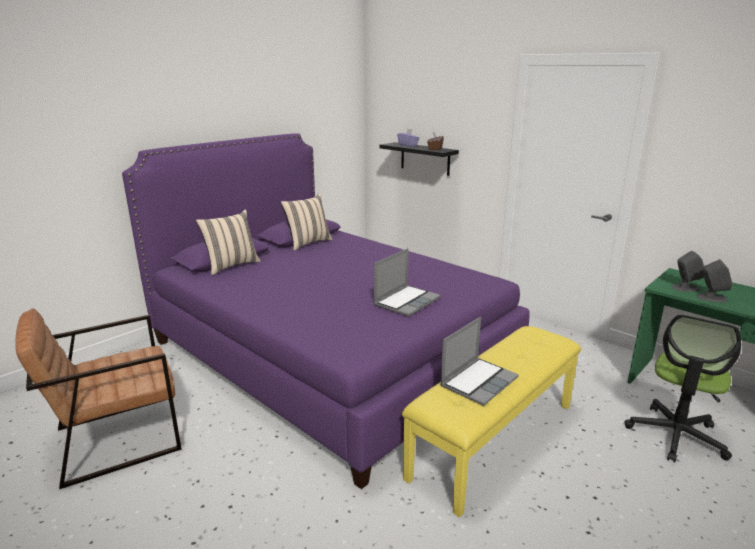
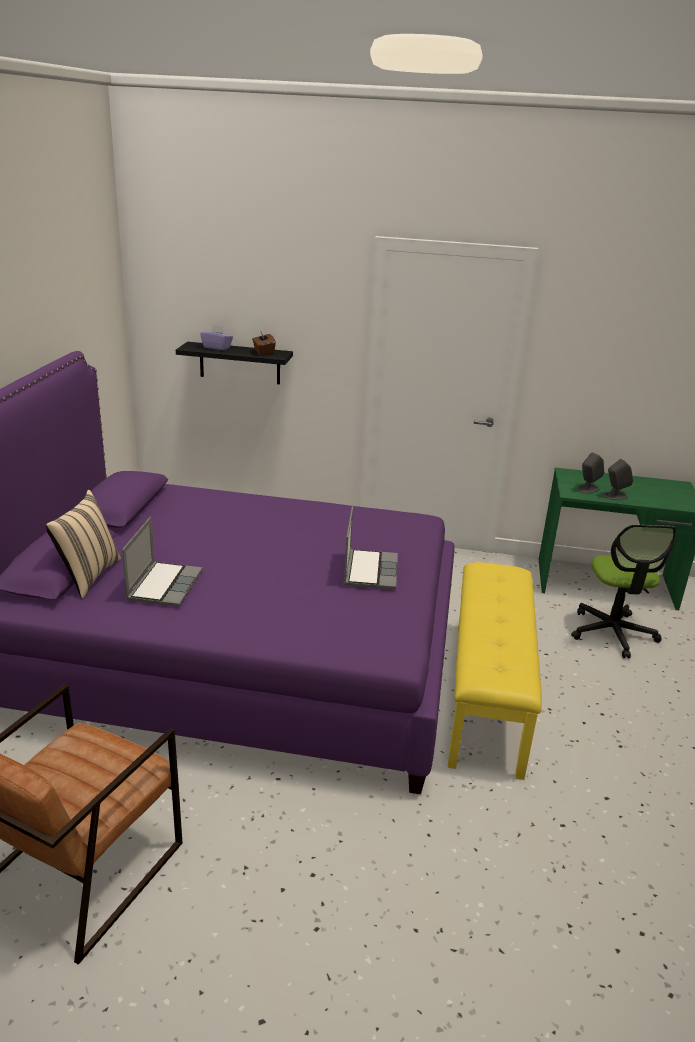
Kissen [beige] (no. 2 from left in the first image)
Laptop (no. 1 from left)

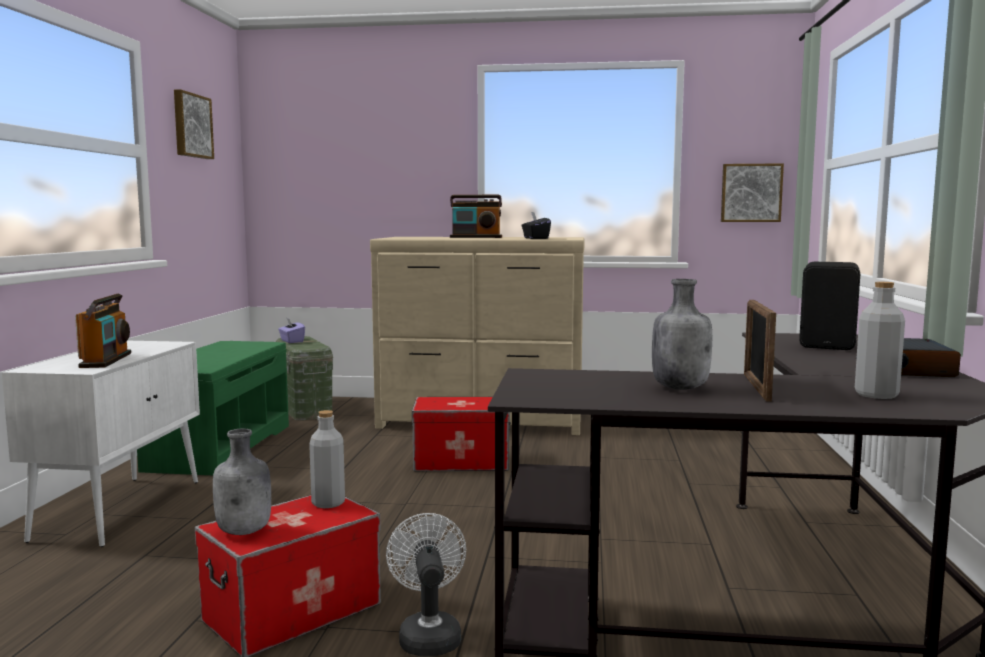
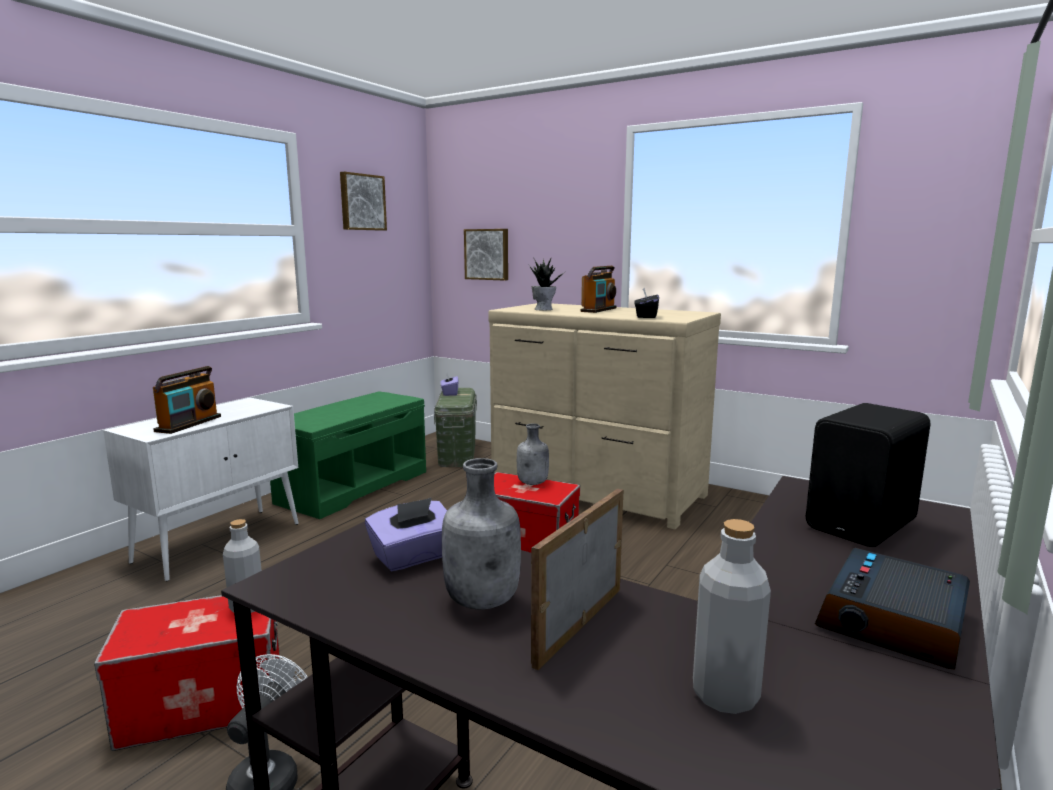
Bild (no. 2 from left)
Radio (no. 2 from left)
Flasche [grau] (no. 3 from left)
Topfpflanze
Taschentuchbox [lila] (no. 1 from left)

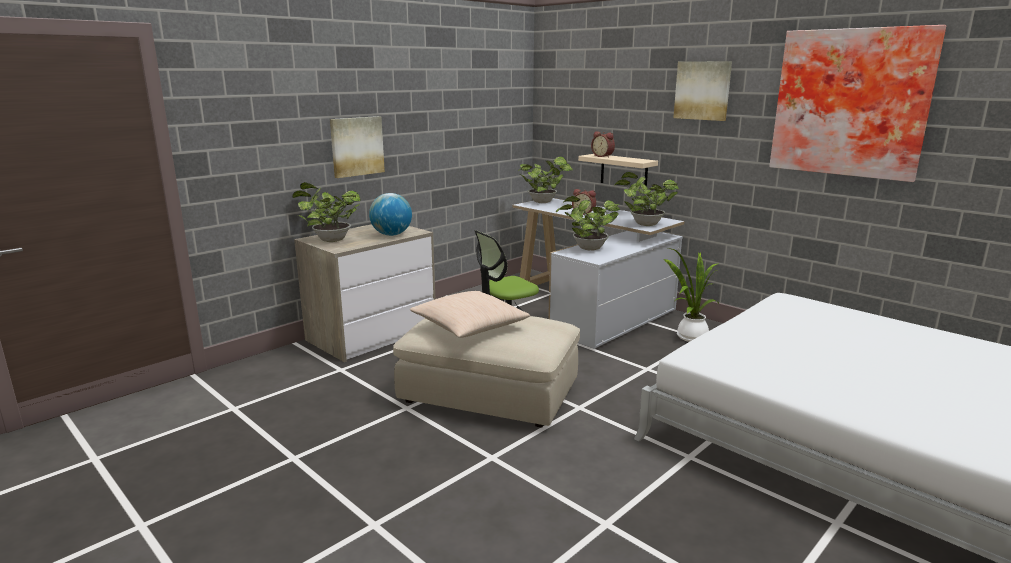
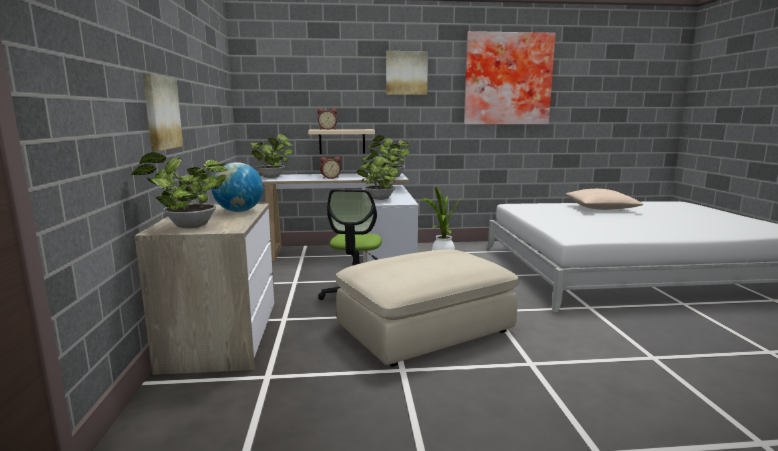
Kissen [beige]

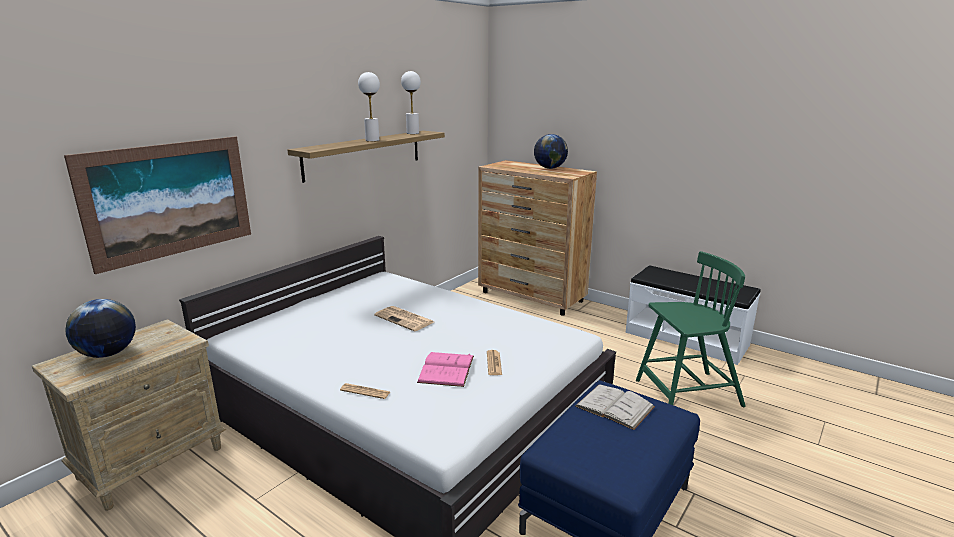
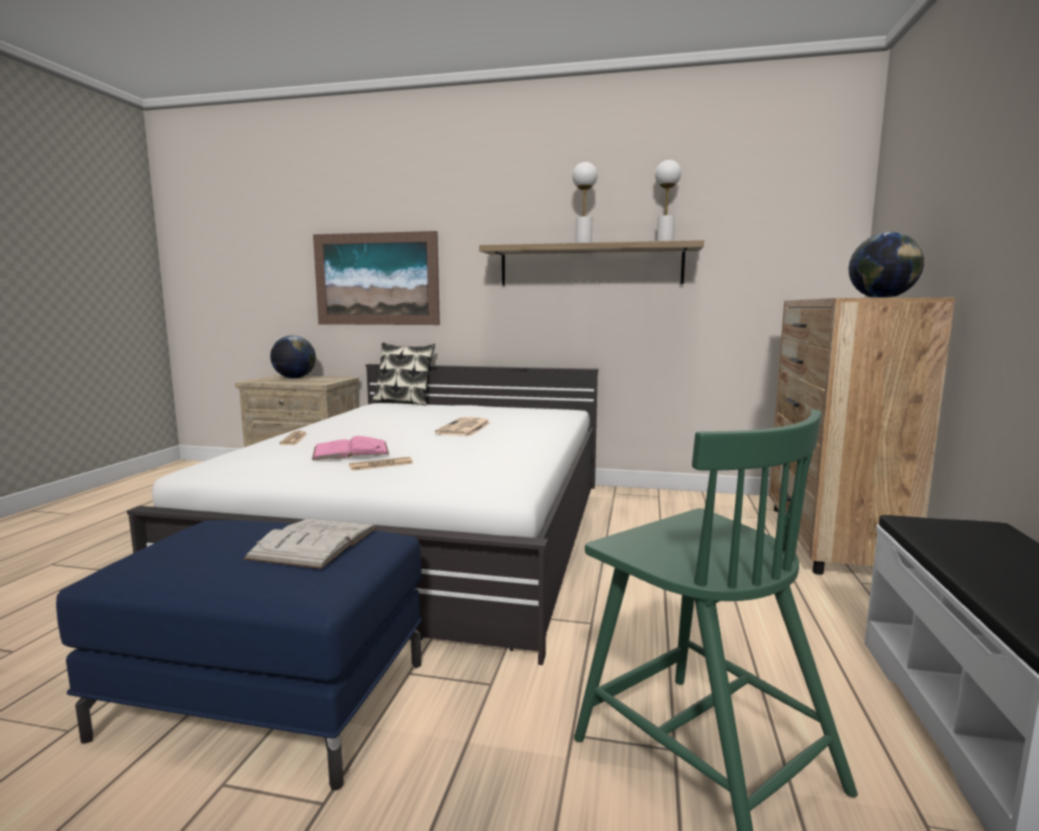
Kissen

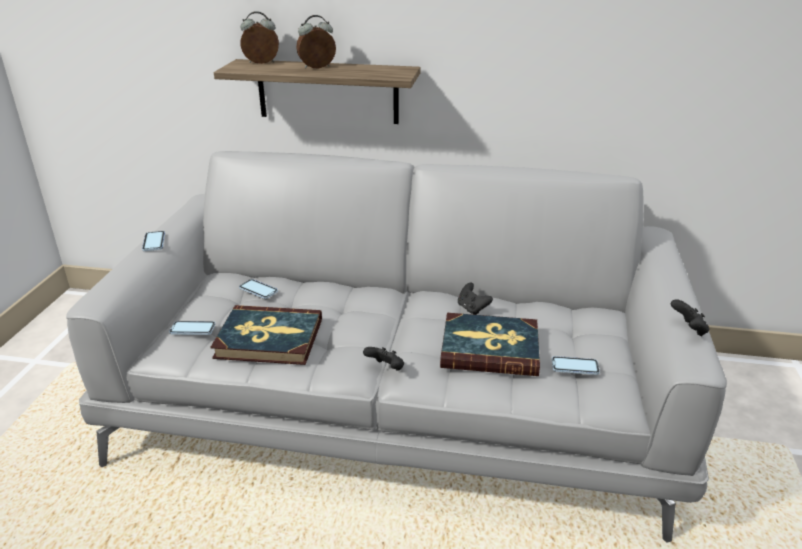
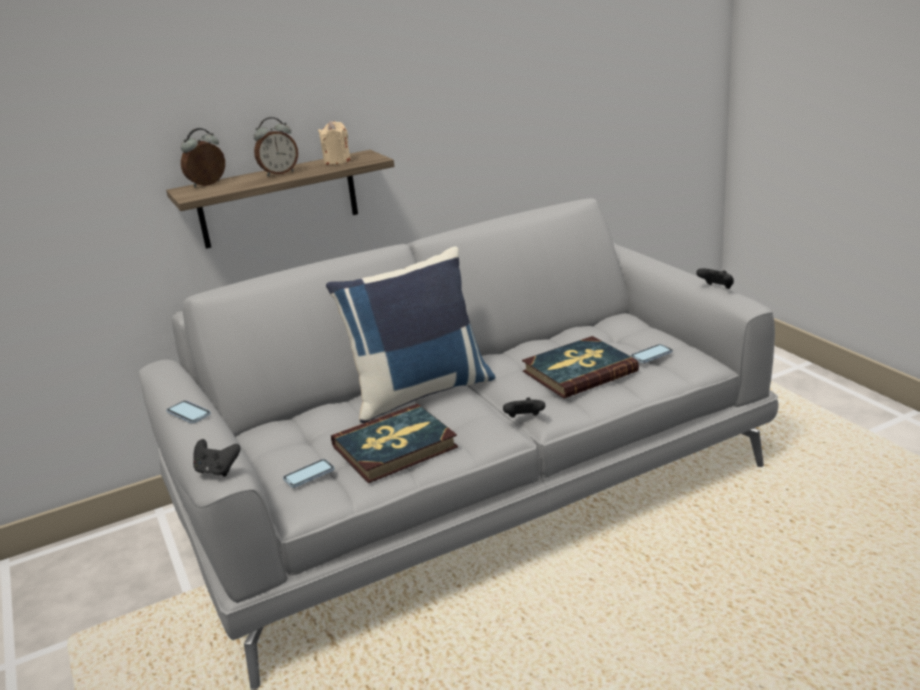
Wecker (no. 2 from left)
Handy (no. 3 from left in the first image)
Gamepad [schwarz] (no. 1 from left)
Kerze [beige]
Kissen [blau]

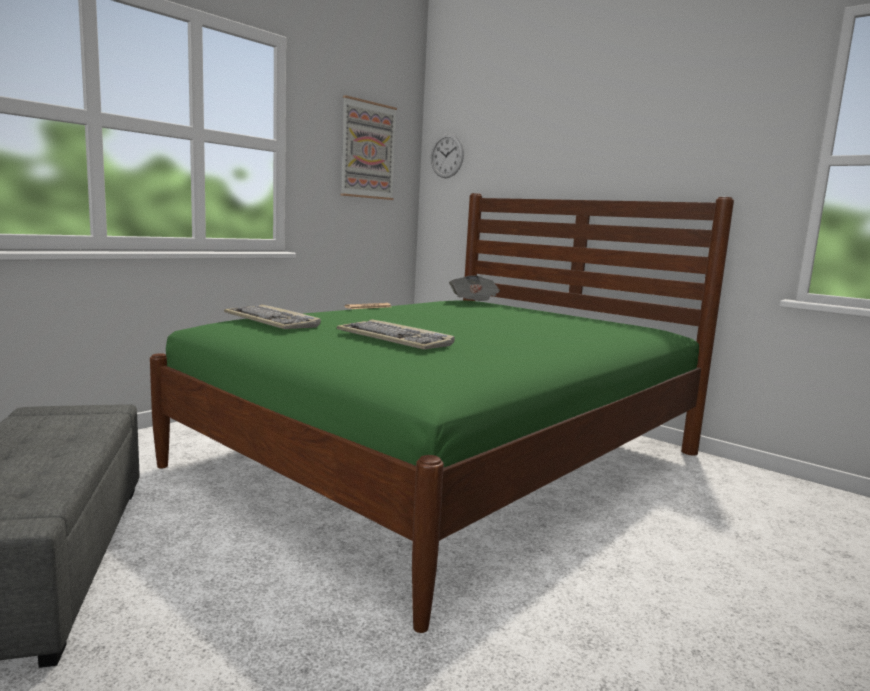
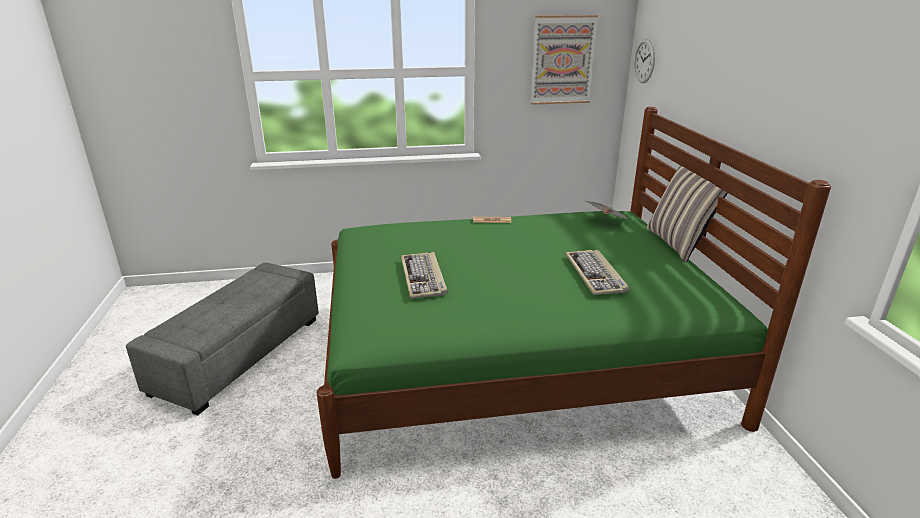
Tastatur (no. 2 from left)
Kissen

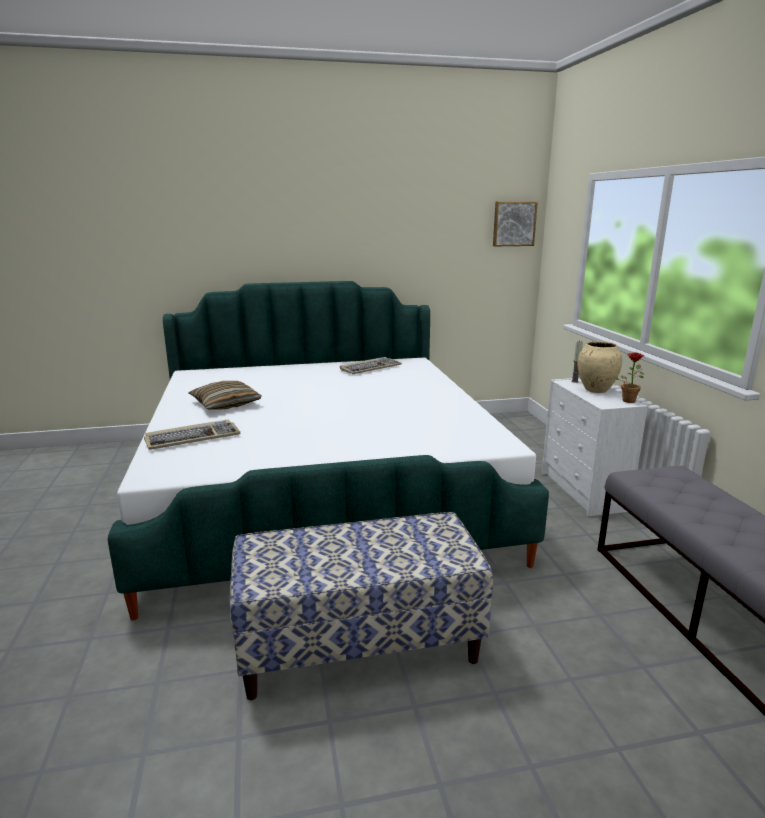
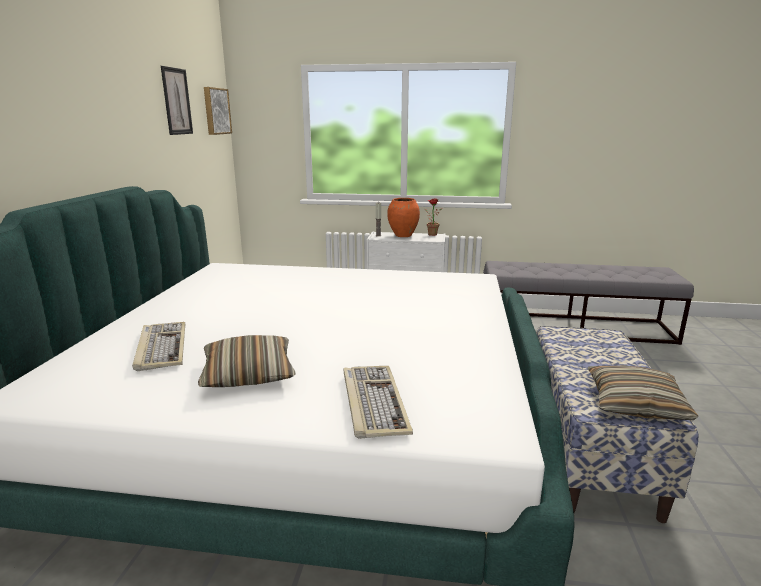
Vase [orange]
Tastatur (no. 1 from left)
Bild (no. 1 from left)
Kissen (no. 2 from left)

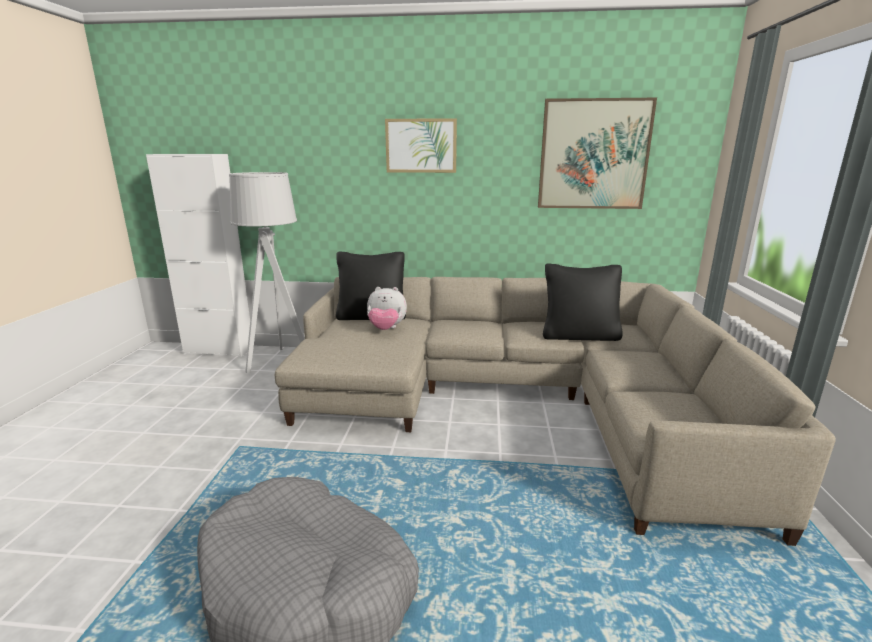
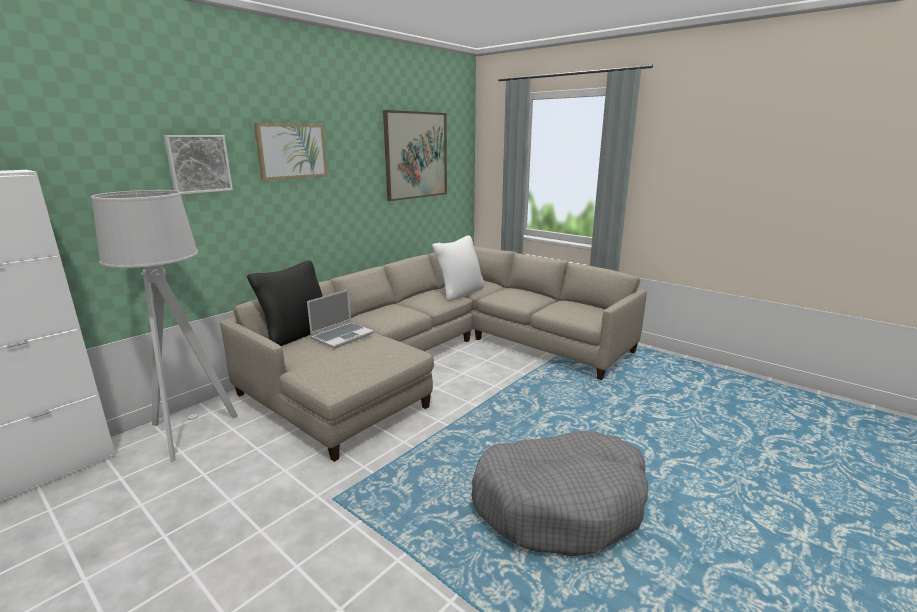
Kissen [weiß]
Laptop
Bild (no. 1 from left)

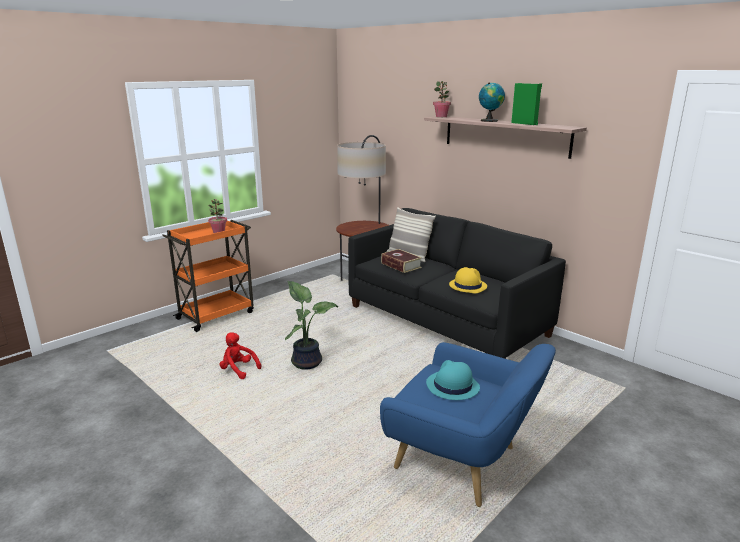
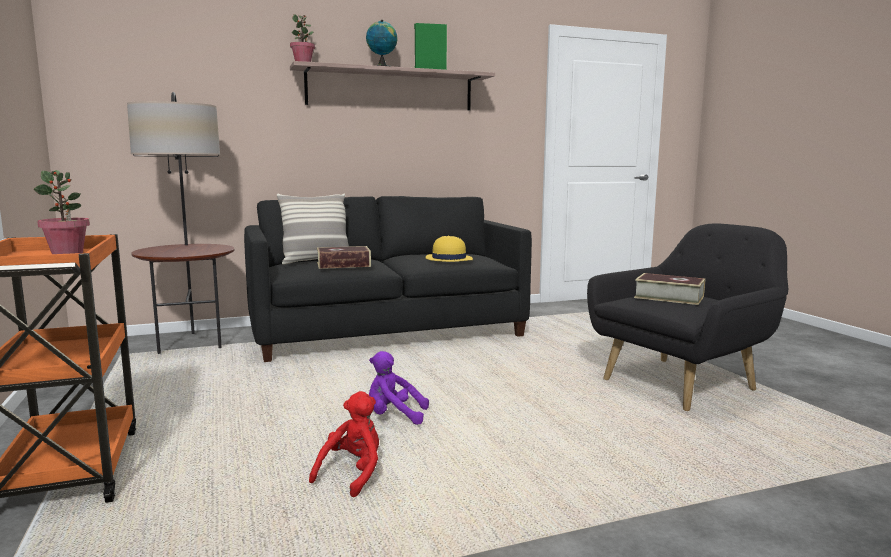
Plüschtier [lila]
Plüschtier [rot]
Sessel [schwarz]
Buch (no. 2 from left)

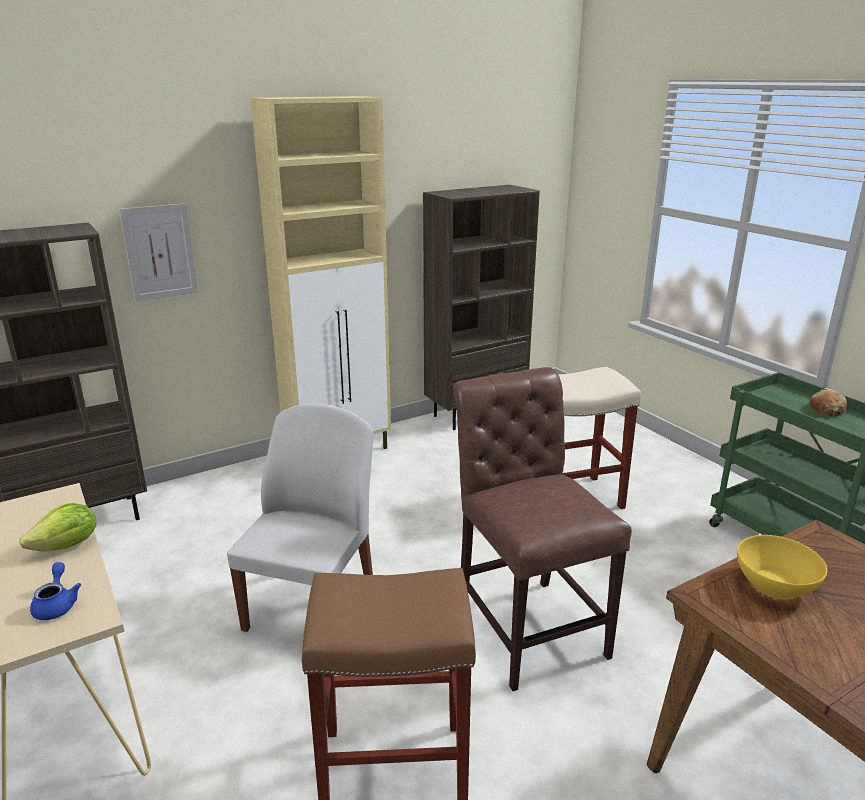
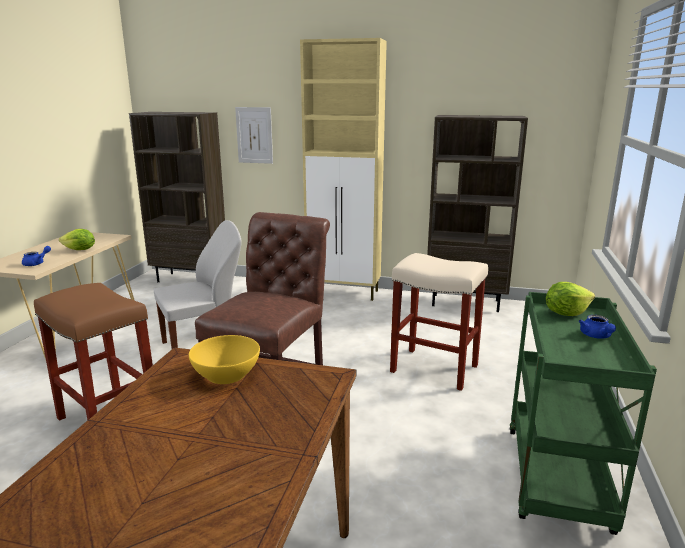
Teekanne [blau] (no. 2 from left)
Salatkopf (no. 2 from left)

